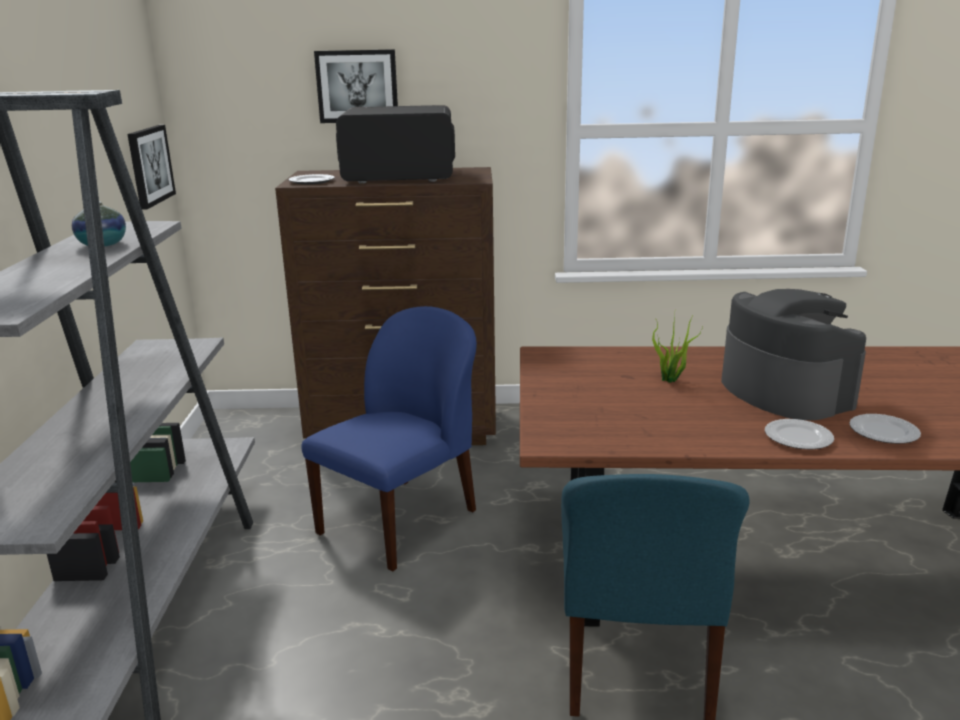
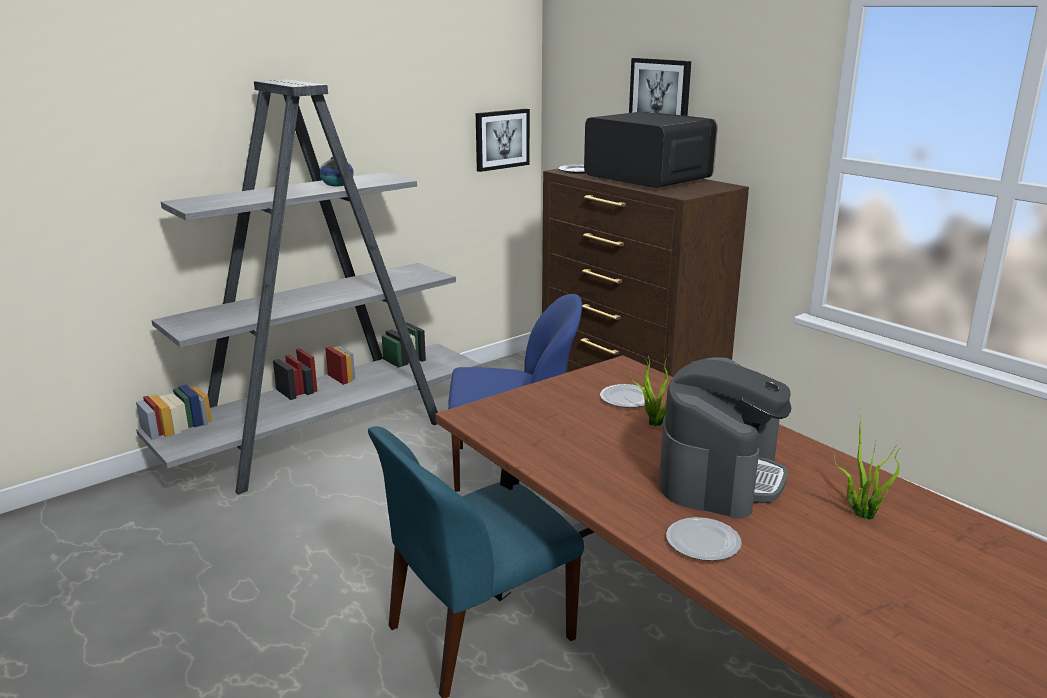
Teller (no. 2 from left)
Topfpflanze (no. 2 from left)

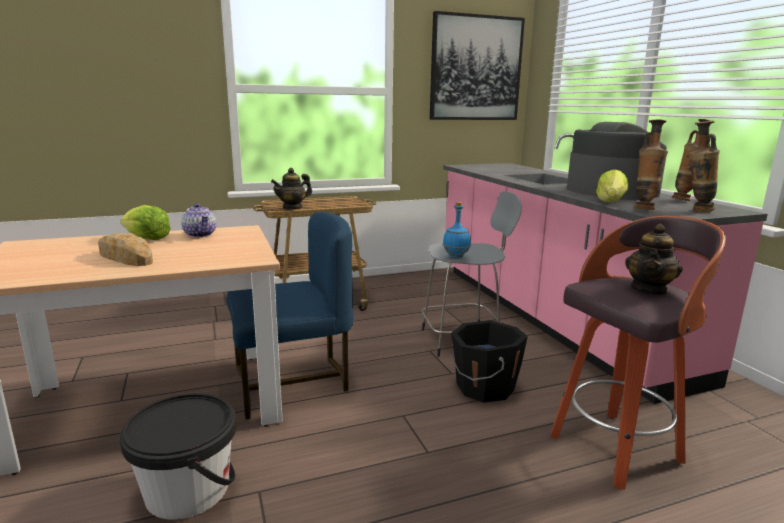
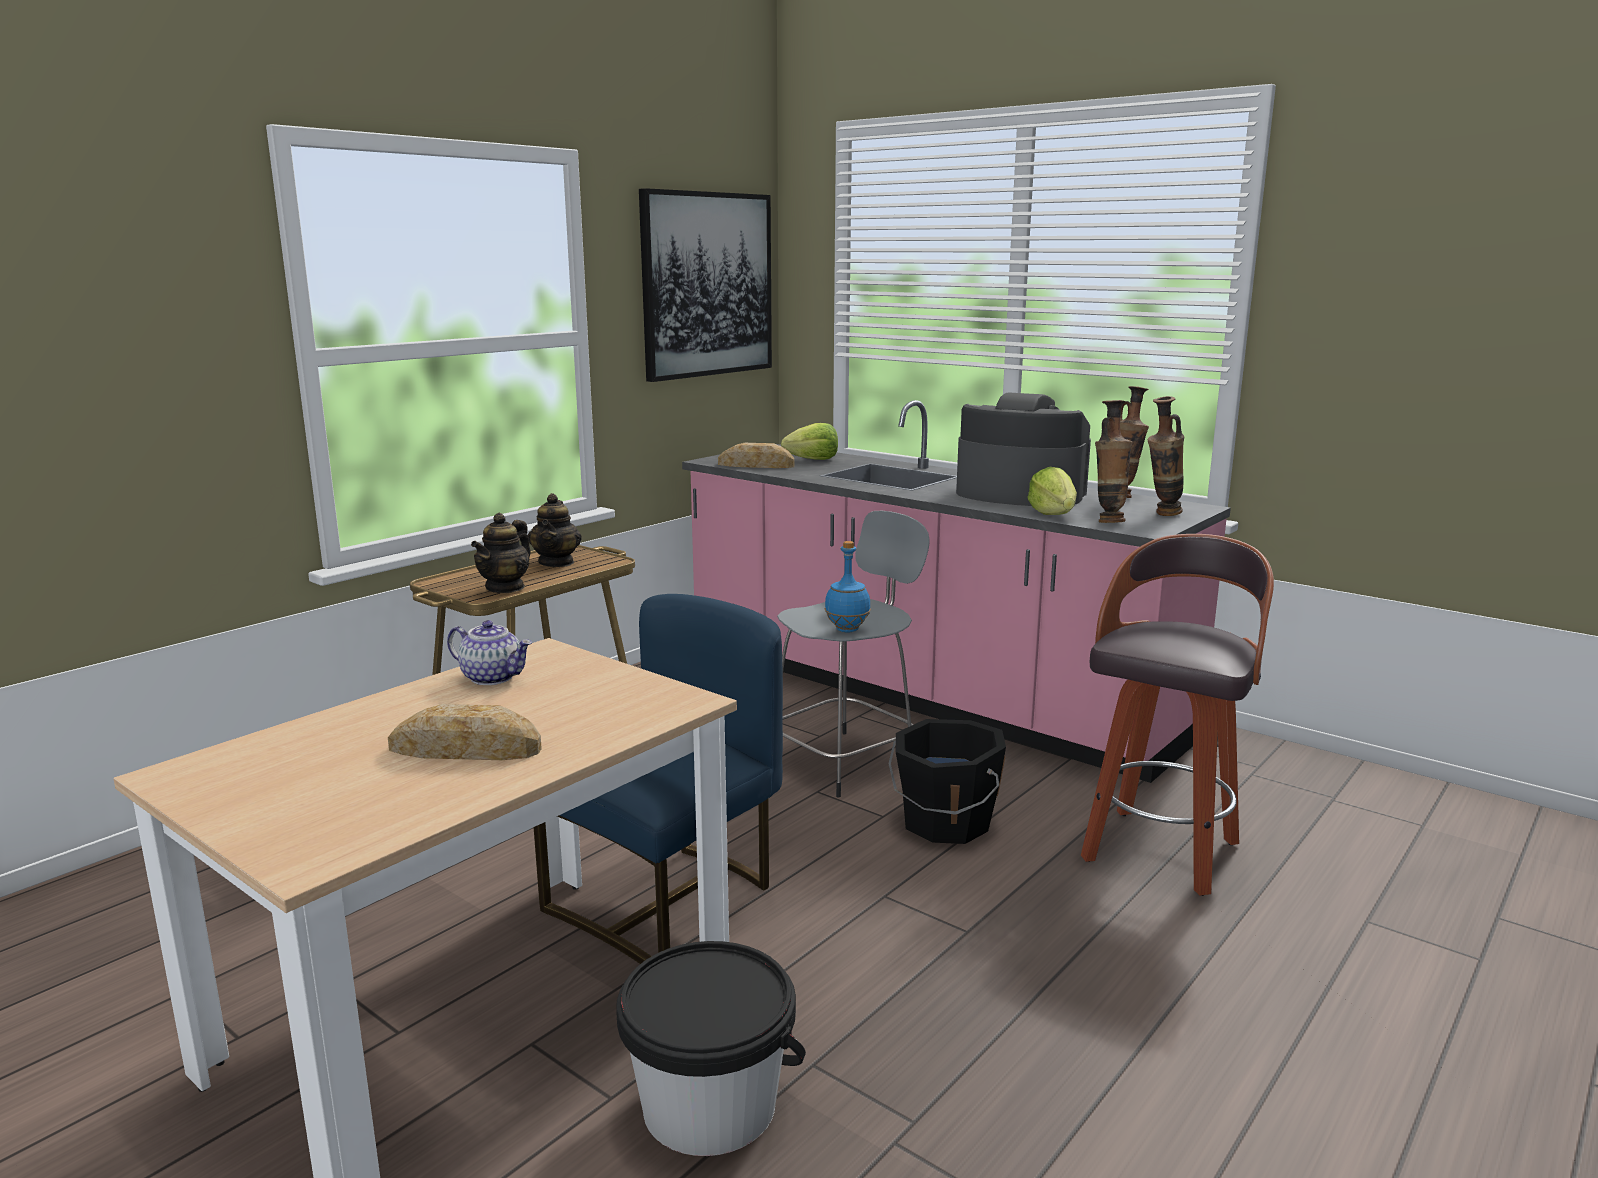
Salatkopf (no. 1 from left)
Teekanne (no. 3 from left)
Brot (no. 2 from left)

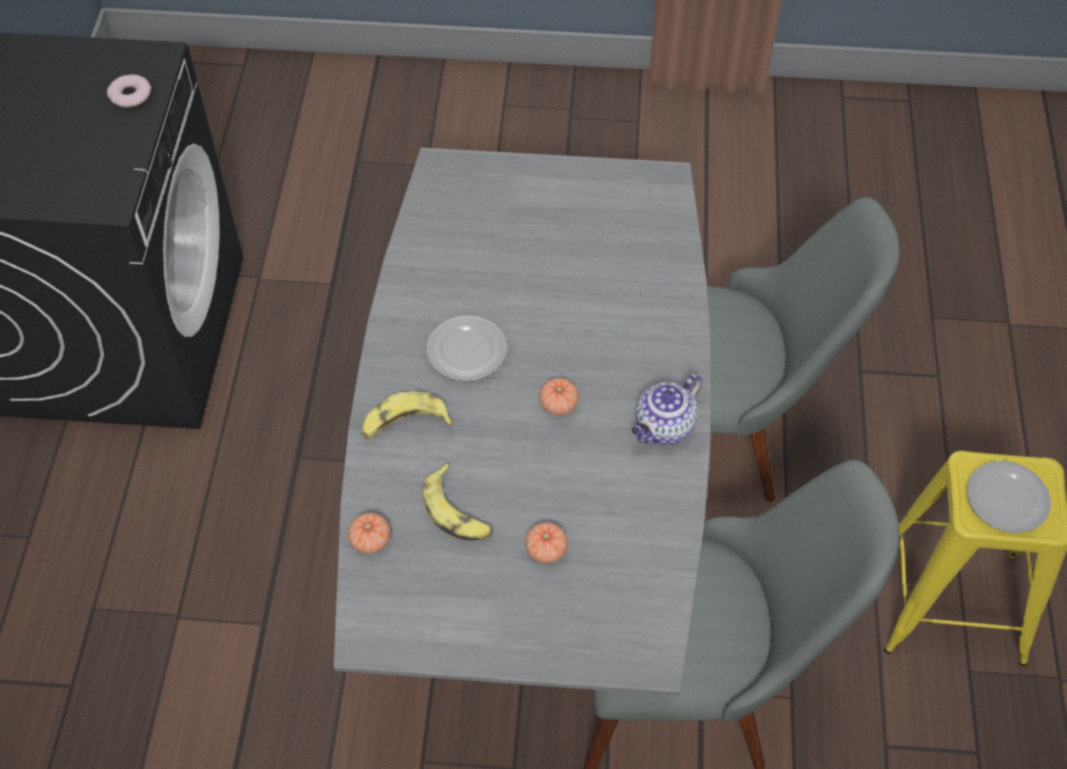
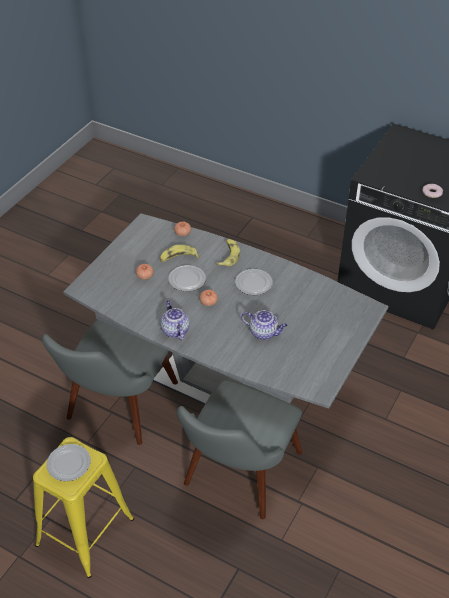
Teller (no. 2 from left)
Teekanne (no. 2 from left)

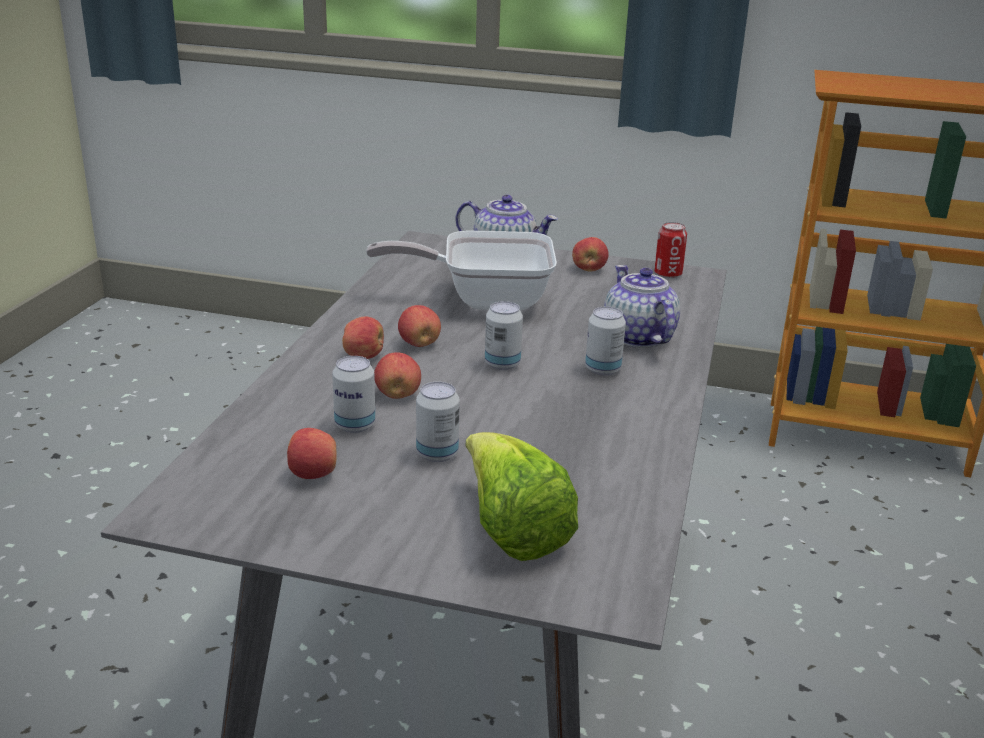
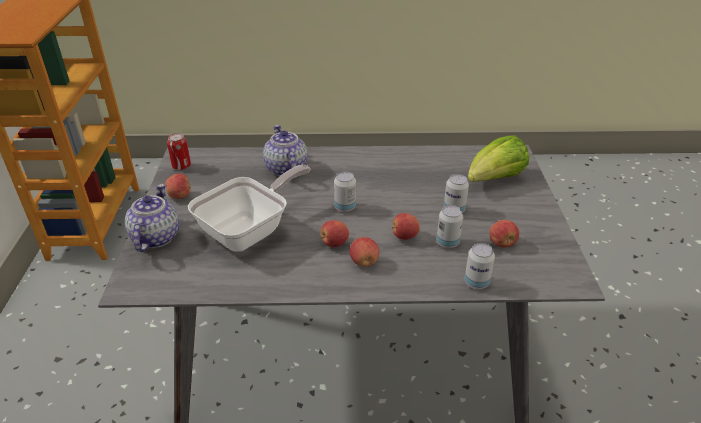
Pfanne
Teekanne (no. 2 from left)
Dose (no. 5 from left)

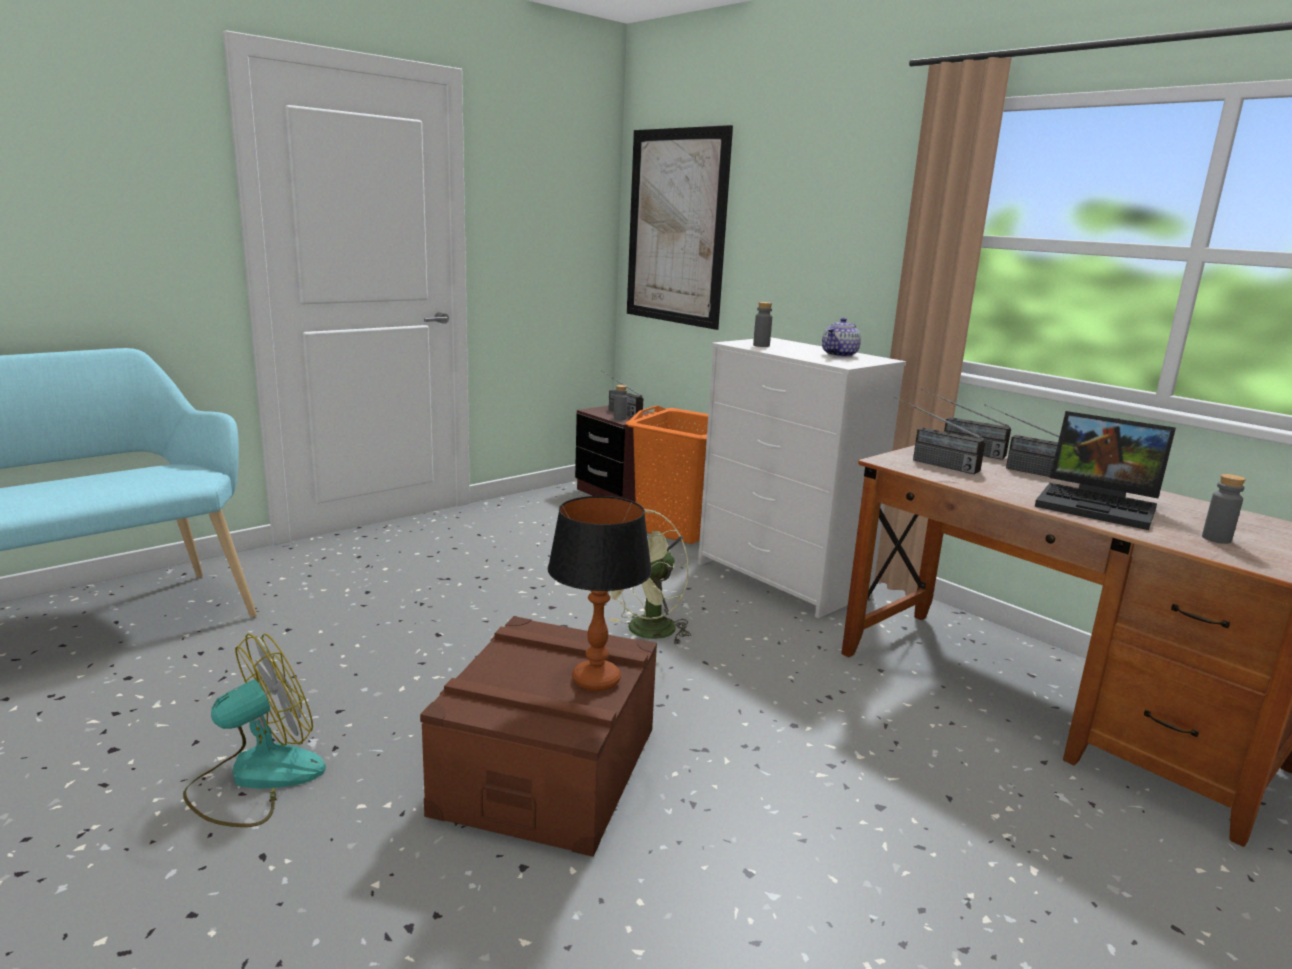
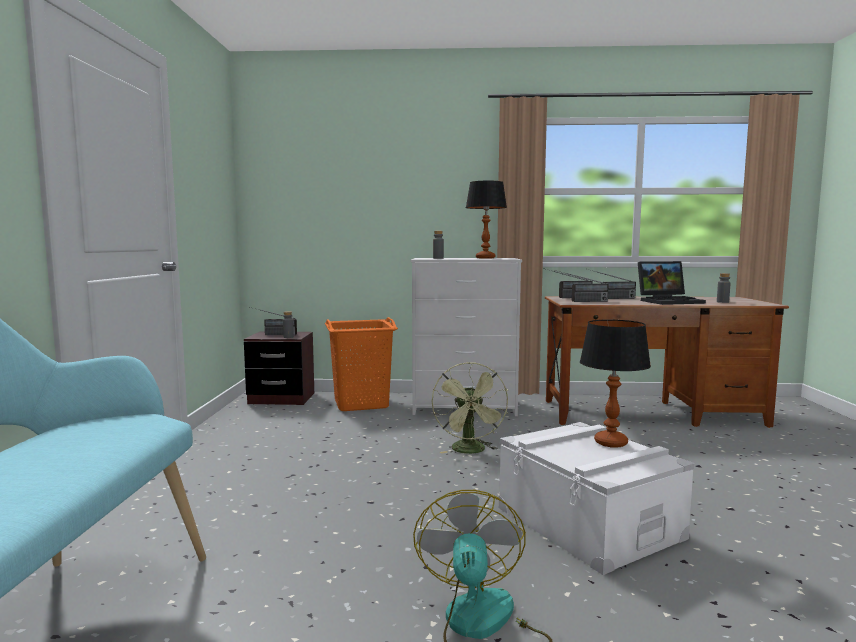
Bild
Tischlampe (no. 1 from left)
Aufbewahrungsbox [weiß]

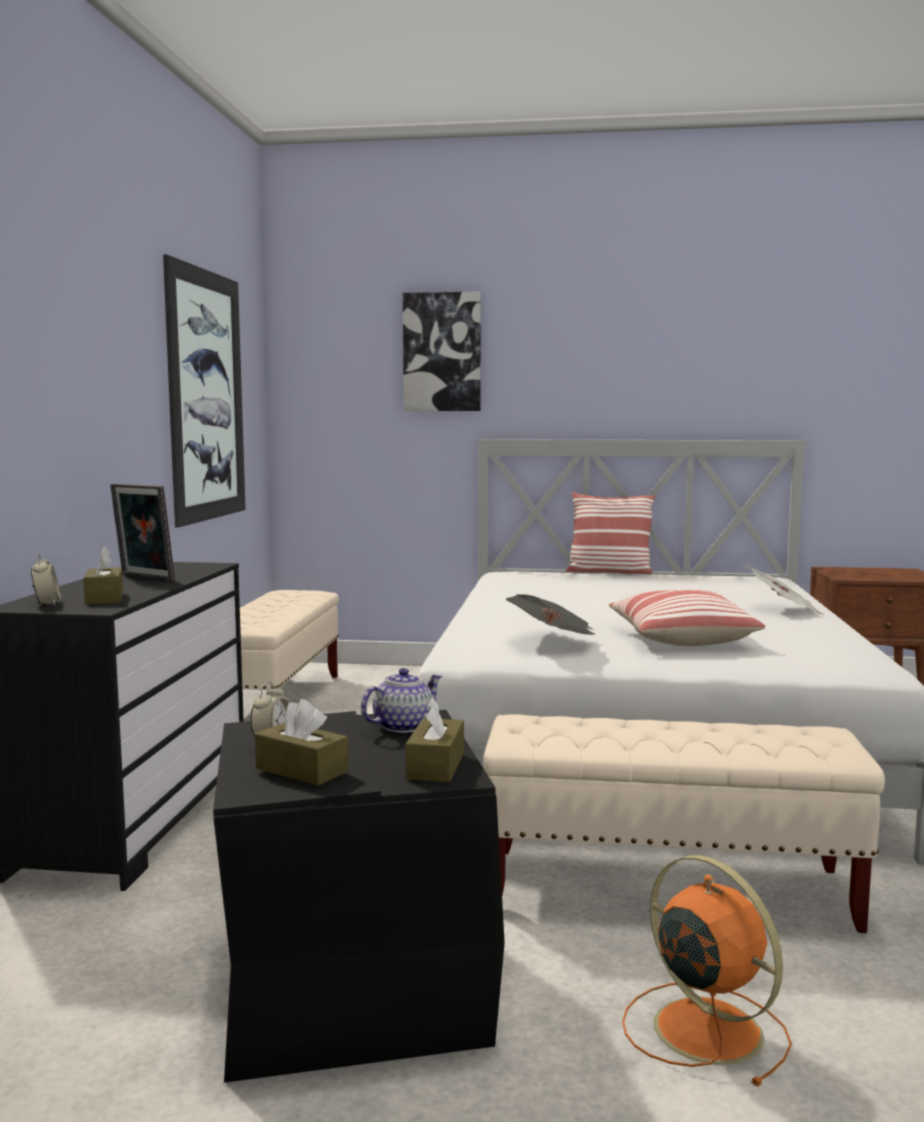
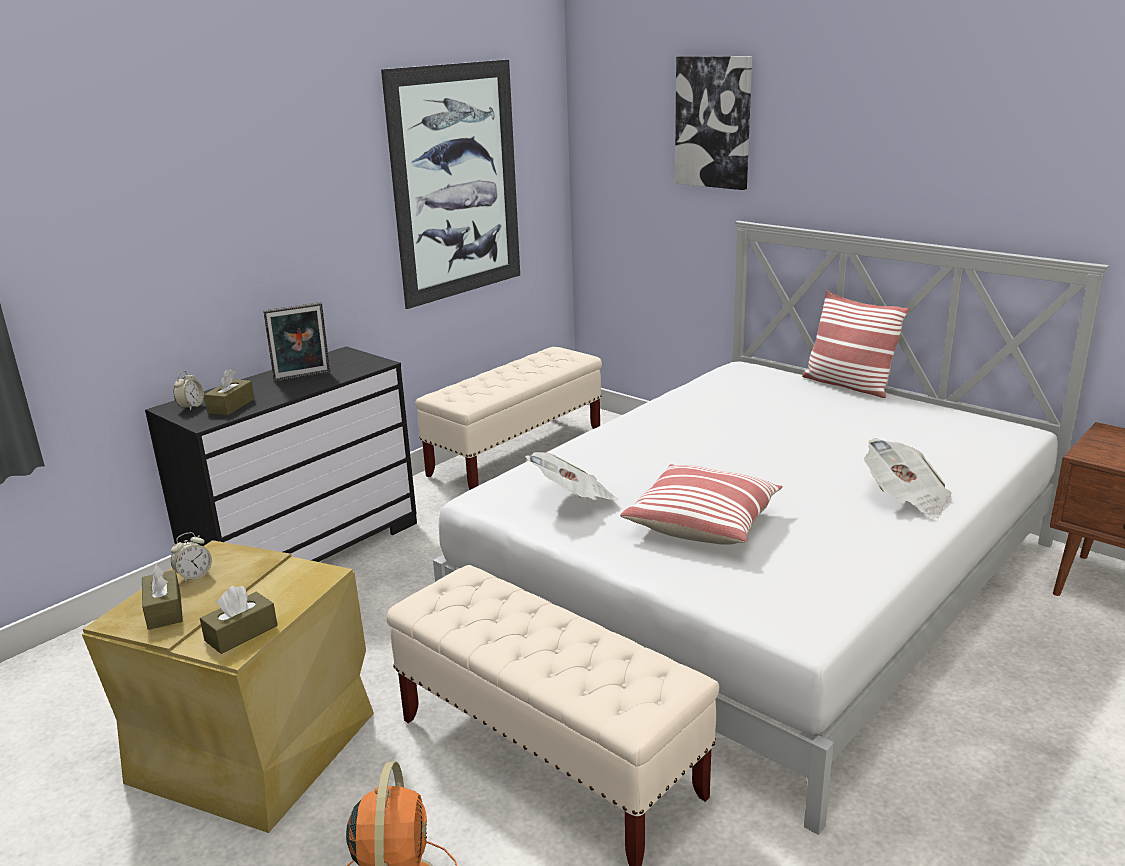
Bilderrahmen
Teekanne
Aufbewahrungsbox [beige]

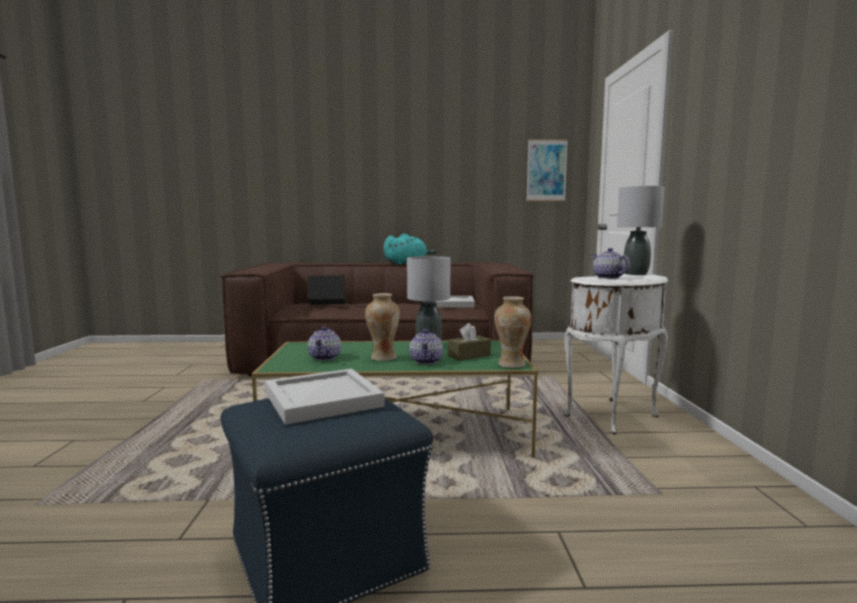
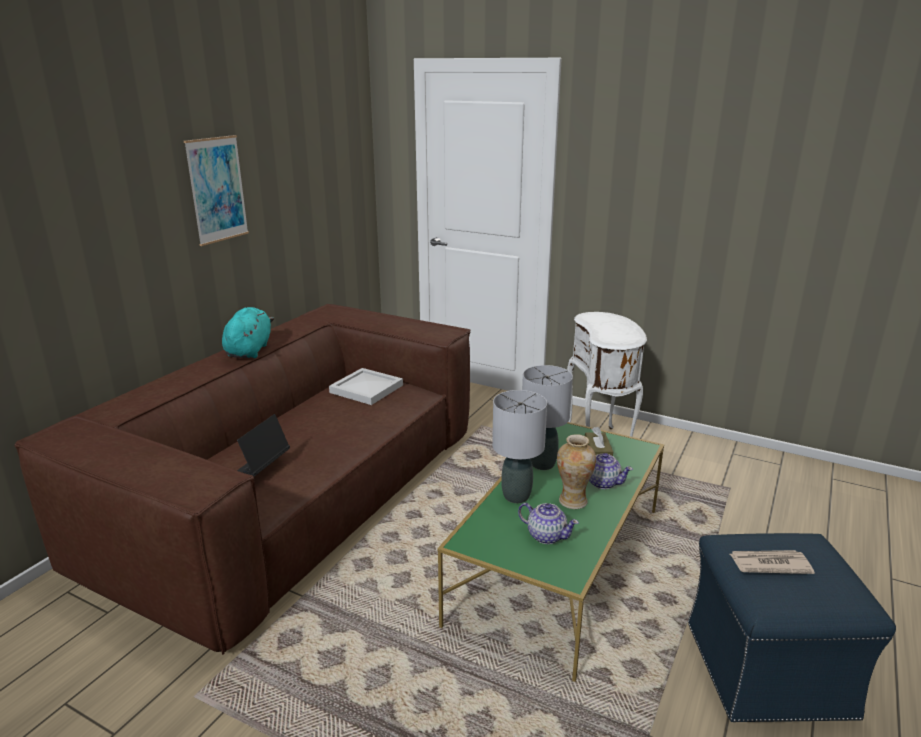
Bild
Tischlampe [grau] (no. 1 from left)
Teekanne (no. 3 from left in the first image)
Vase (no. 2 from left in the first image)
Zeitung

